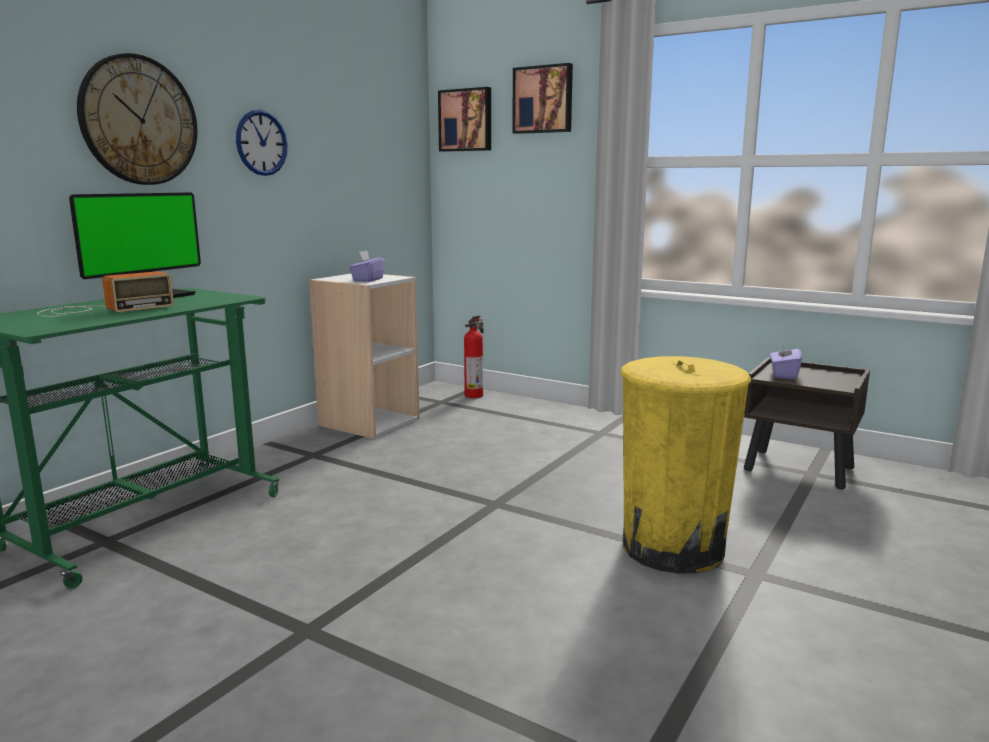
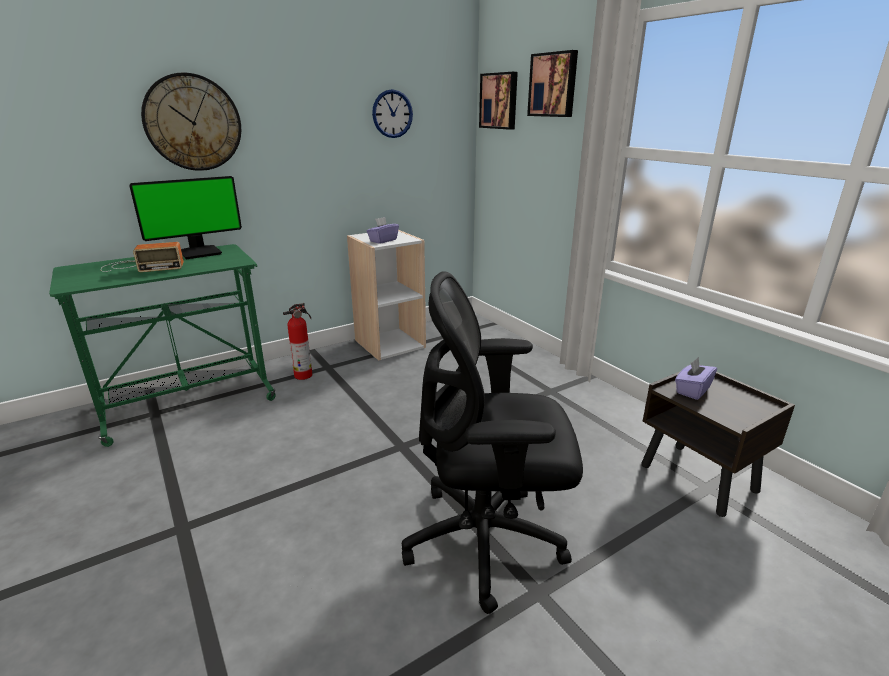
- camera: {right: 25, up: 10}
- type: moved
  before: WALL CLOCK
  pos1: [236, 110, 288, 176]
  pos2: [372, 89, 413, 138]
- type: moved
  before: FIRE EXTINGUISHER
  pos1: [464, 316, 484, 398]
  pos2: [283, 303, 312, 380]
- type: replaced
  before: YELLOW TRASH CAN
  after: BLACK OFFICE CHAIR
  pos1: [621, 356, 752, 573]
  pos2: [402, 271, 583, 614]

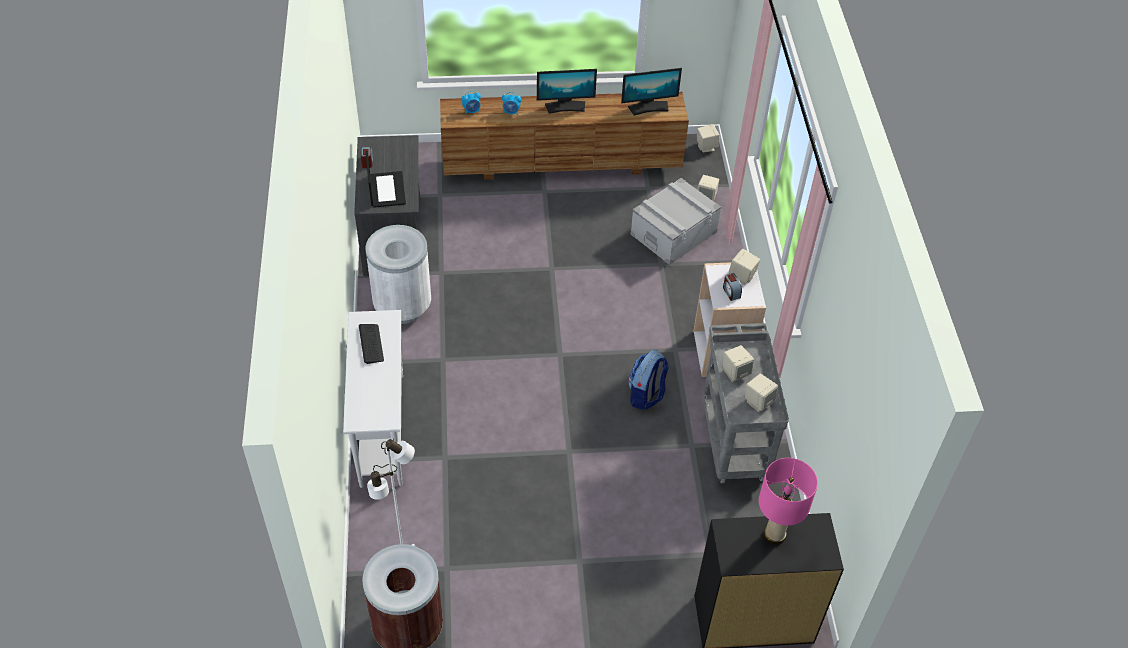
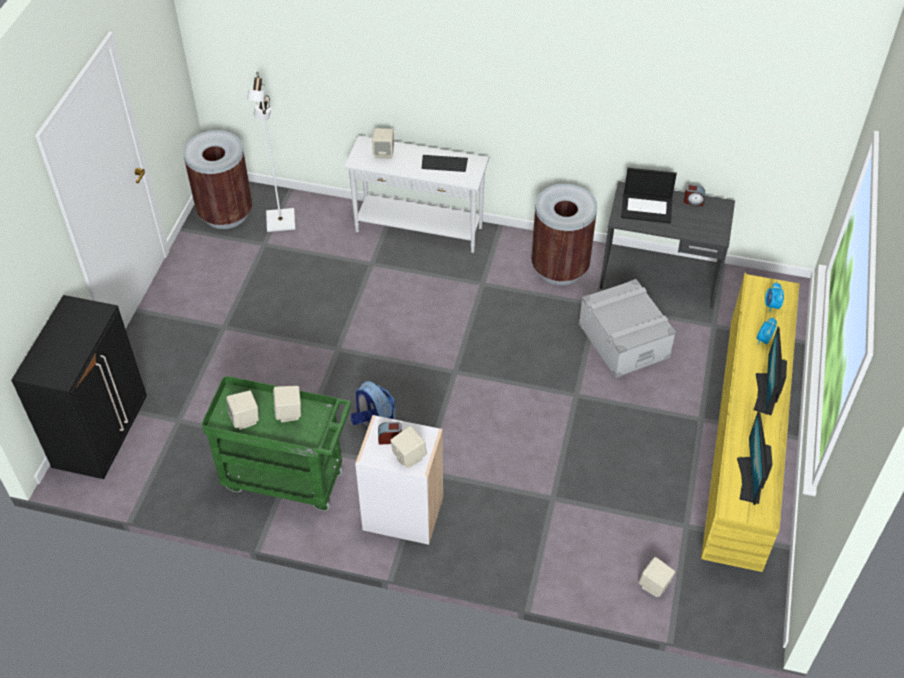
- camera: {right: 110, up: 0}
- type: recoloured
  before: BROWN CABINET
  after: YELLOW CABINET
  pos1: [440, 92, 689, 180]
  pos2: [701, 273, 799, 572]
- type: moved
  before: BEIGE SPEAKER
  pos1: [697, 124, 719, 152]
  pos2: [372, 128, 394, 159]
- type: moved
  before: GREY STORAGE BOX
  pos1: [630, 178, 721, 265]
  pos2: [579, 279, 676, 378]
- type: recoloured
  before: WHITE TRASH CAN
  after: BROWN TRASH CAN
  pos1: [365, 225, 431, 324]
  pos2: [531, 184, 598, 285]
- type: recoloured
  before: GREY CART
  after: GREEN CART
  pos1: [703, 323, 789, 483]
  pos2: [202, 376, 351, 511]
- type: removed
  before: PINK TABLE LAMP
  pos1: [759, 458, 818, 544]

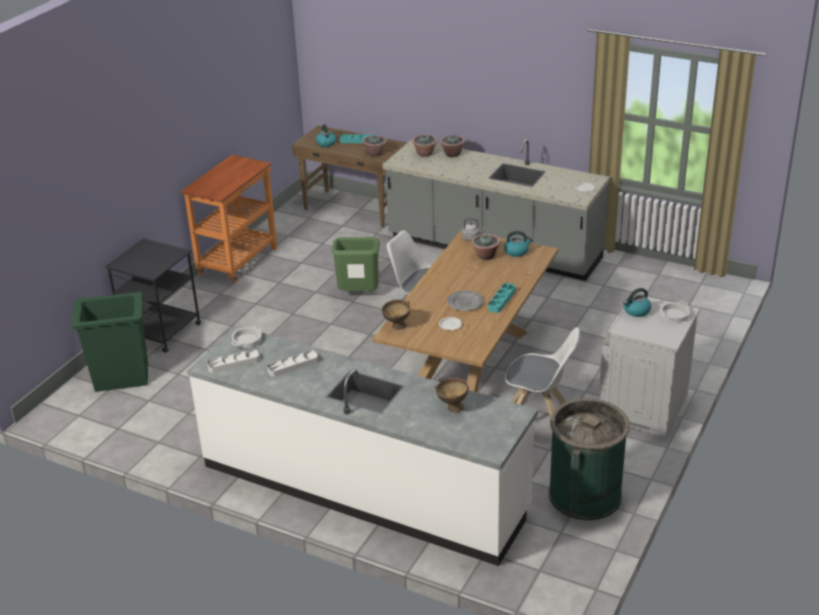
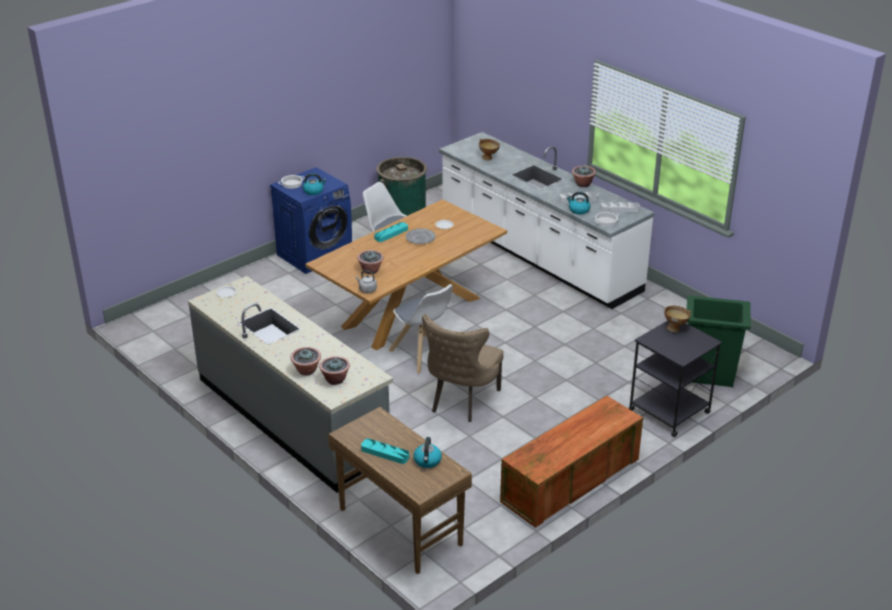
- camera: {right: -160, up: 0}
- type: moved
  before: POTTED PLANT
  pos1: [362, 135, 387, 157]
  pos2: [572, 166, 596, 187]
- type: replaced
  before: ORANGE CART
  after: BROWN BENCH
  pos1: [181, 155, 277, 283]
  pos2: [500, 396, 644, 528]
- type: moved
  before: KETTLE
  pos1: [504, 231, 533, 257]
  pos2: [567, 192, 591, 214]
- type: replaced
  before: GREEN TRASH CAN
  after: BEIGE CHAIR
  pos1: [332, 237, 380, 291]
  pos2: [422, 314, 503, 422]
- type: recoloured
  before: WHITE WASHING MACHINE
  after: BLUE WASHING MACHINE
  pos1: [600, 294, 700, 437]
  pos2: [270, 167, 352, 274]
- type: moved
  before: BROWN BOWL
  pos1: [382, 299, 410, 330]
  pos2: [664, 306, 691, 332]

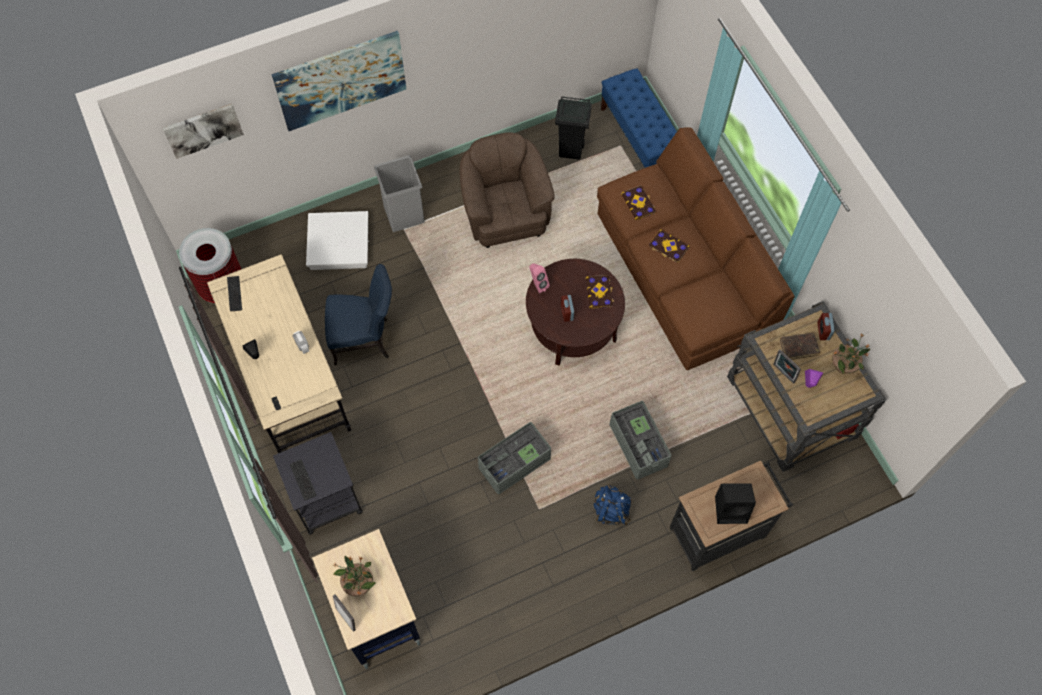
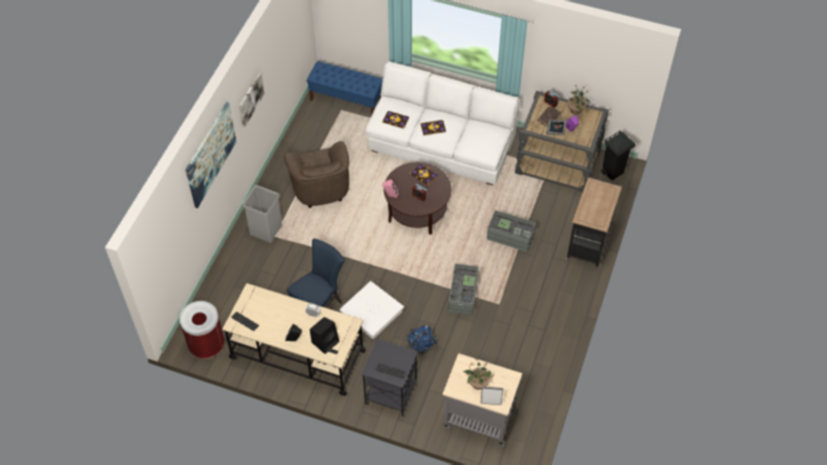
- camera: {right: -45, up: -10}
- type: moved
  before: BLACK TRASH CAN
  pos1: [555, 96, 592, 160]
  pos2: [601, 131, 636, 180]
- type: moved
  before: PICTURE
  pos1: [163, 104, 244, 159]
  pos2: [239, 72, 264, 127]
- type: recoloured
  before: BROWN SOFA
  after: WHITE SOFA
  pos1: [597, 127, 795, 370]
  pos2: [365, 61, 519, 185]
- type: turned
  before: BROWN ARMCHAIR
  pos1: [460, 132, 555, 248]
  pos2: [284, 141, 349, 208]
  turn: -135
- type: moved
  before: WHITE STORAGE BOX
  pos1: [306, 211, 369, 270]
  pos2: [339, 281, 404, 339]
- type: moved
  before: BLUE BACKPACK
  pos1: [594, 483, 632, 525]
  pos2: [407, 325, 437, 355]
- type: moved
  before: BLACK SPEAKER
  pos1: [715, 483, 756, 524]
  pos2: [310, 317, 339, 354]
- type: recoloured
  before: BLUE CART
  after: GREY CART
  pos1: [312, 529, 421, 669]
  pos2: [443, 353, 522, 446]

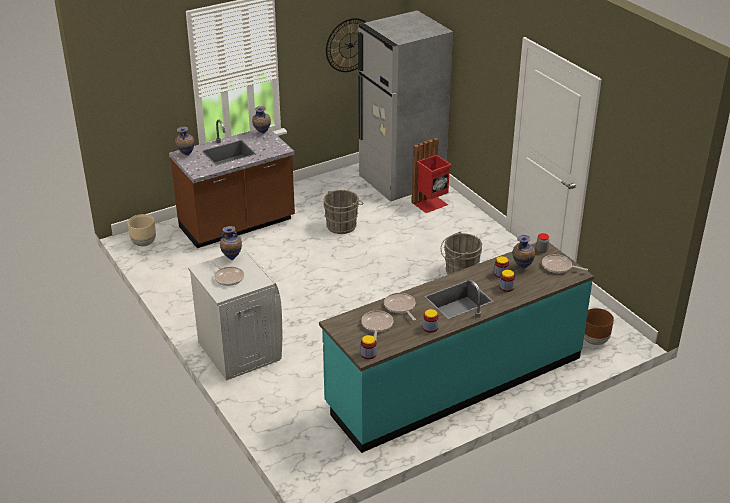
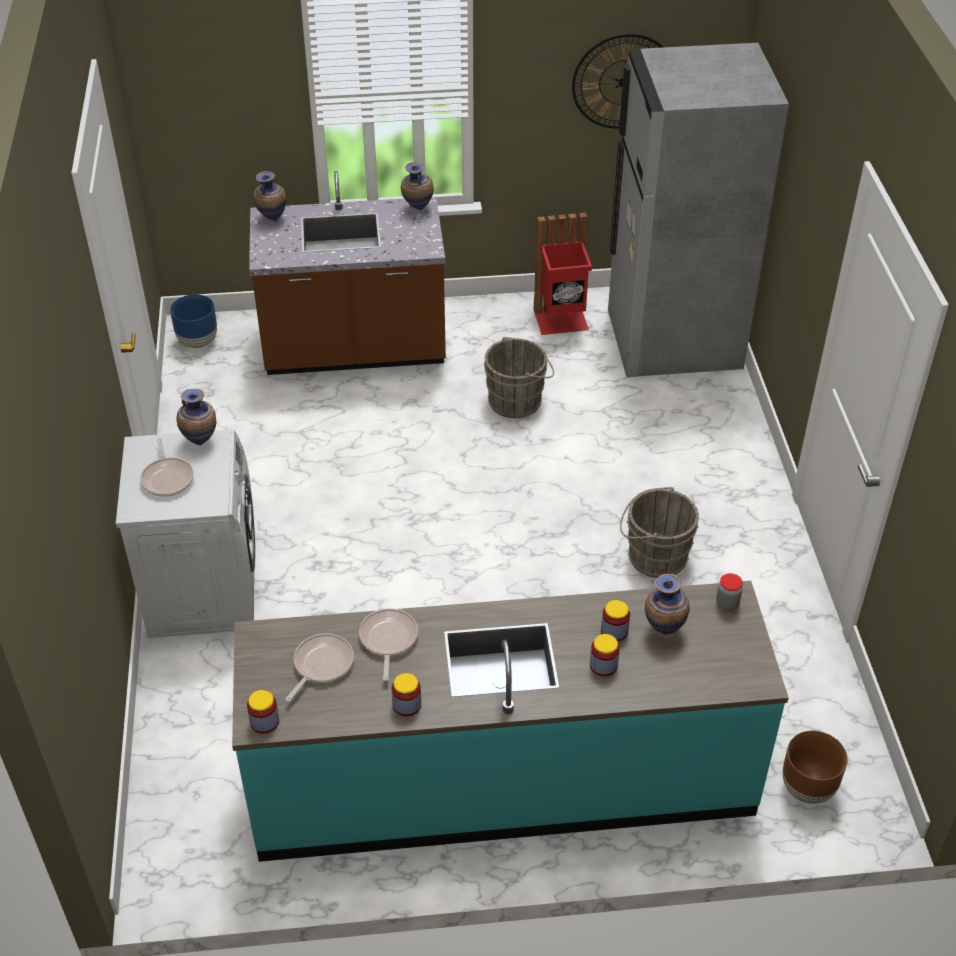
- camera: {right: 25, up: 10}
- type: moved
  before: RED TRASH CAN
  pos1: [411, 138, 452, 213]
  pos2: [534, 213, 592, 335]
- type: recoloured
  before: BEIGE PLANTER
  after: BLUE PLANTER
  pos1: [128, 214, 156, 246]
  pos2: [170, 294, 217, 348]
- type: removed
  before: FRYING PAN
  pos1: [542, 254, 588, 273]

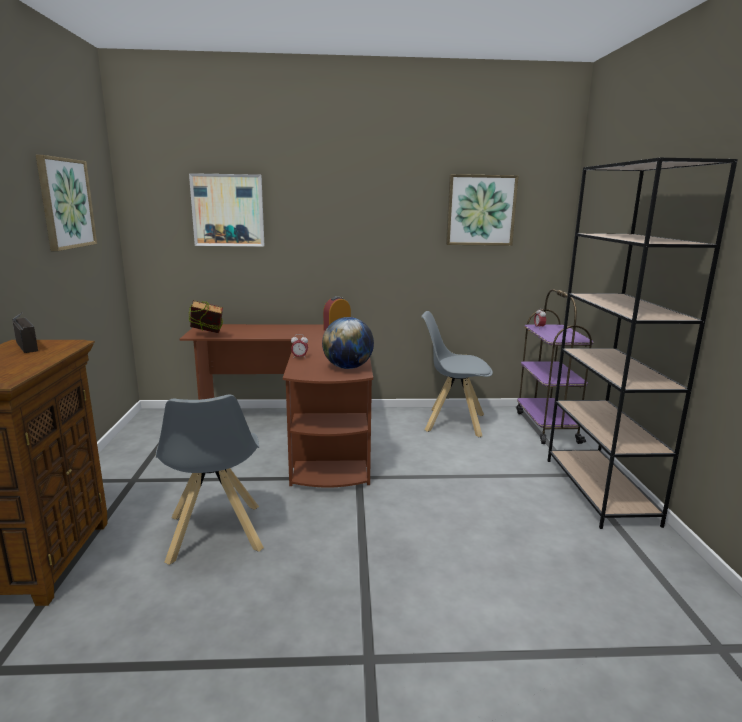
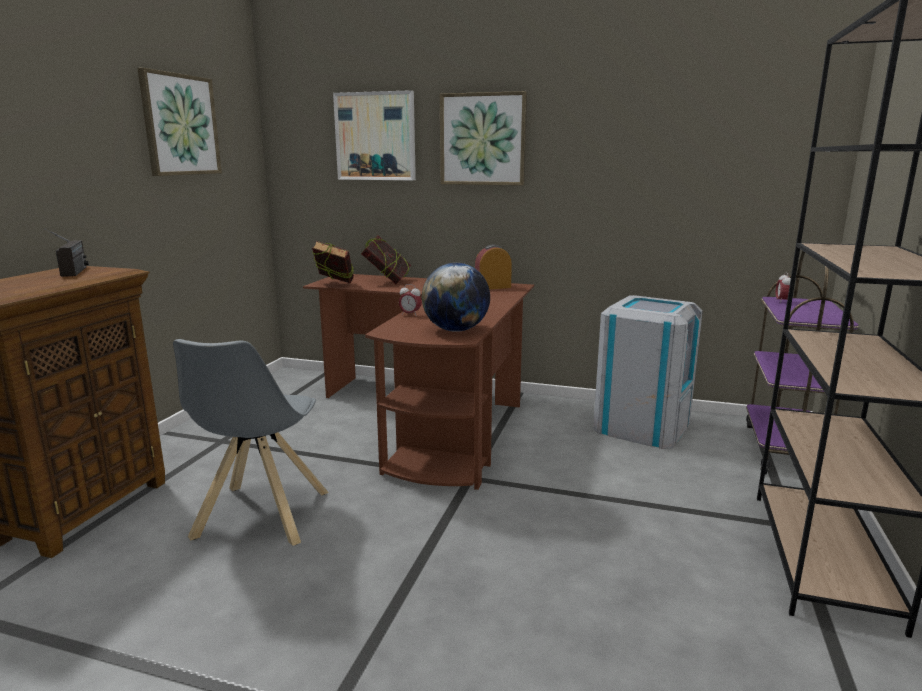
- camera: {right: 20, up: 0}
- type: moved
  before: PICTURE
  pos1: [446, 174, 519, 246]
  pos2: [440, 91, 527, 186]
- type: replaced
  before: GREY CHAIR
  after: GREY TRASH CAN
  pos1: [421, 311, 493, 437]
  pos2: [593, 295, 703, 449]
- type: added
  after: BOOK
  pos2: [361, 235, 411, 284]

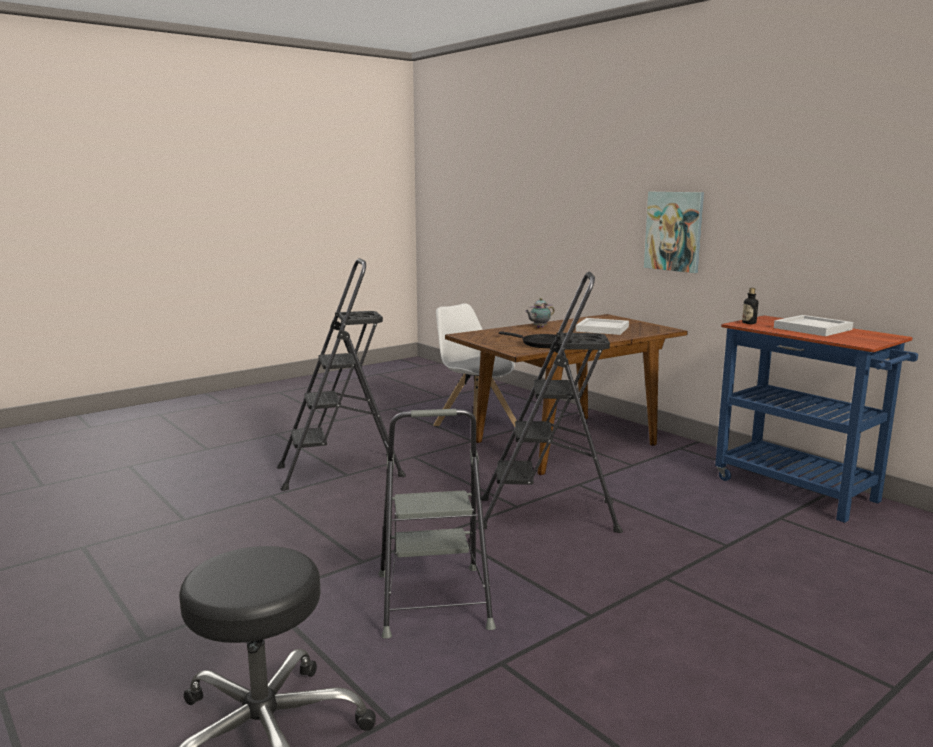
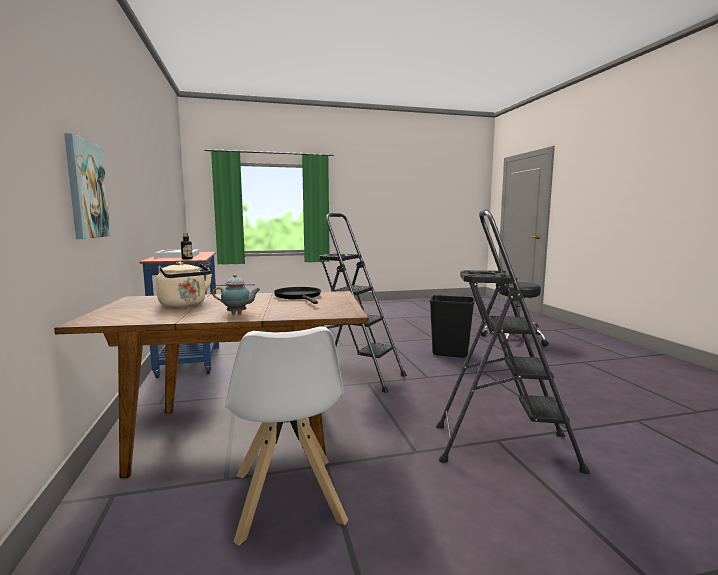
- camera: {right: -155, up: -5}
- type: replaced
  before: WHITE TRAY
  after: BEIGE KETTLE
  pos1: [576, 318, 629, 335]
  pos2: [156, 262, 212, 307]
- type: replaced
  before: GREY STEP LADDER
  after: BLACK TRASH CAN
  pos1: [378, 409, 496, 639]
  pos2: [429, 295, 475, 358]

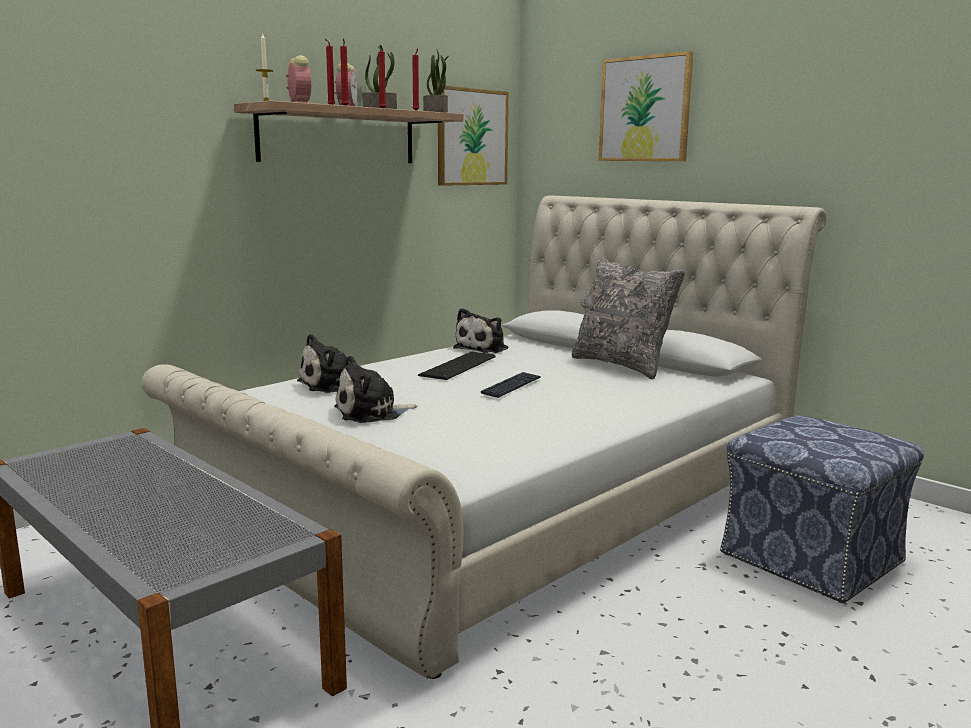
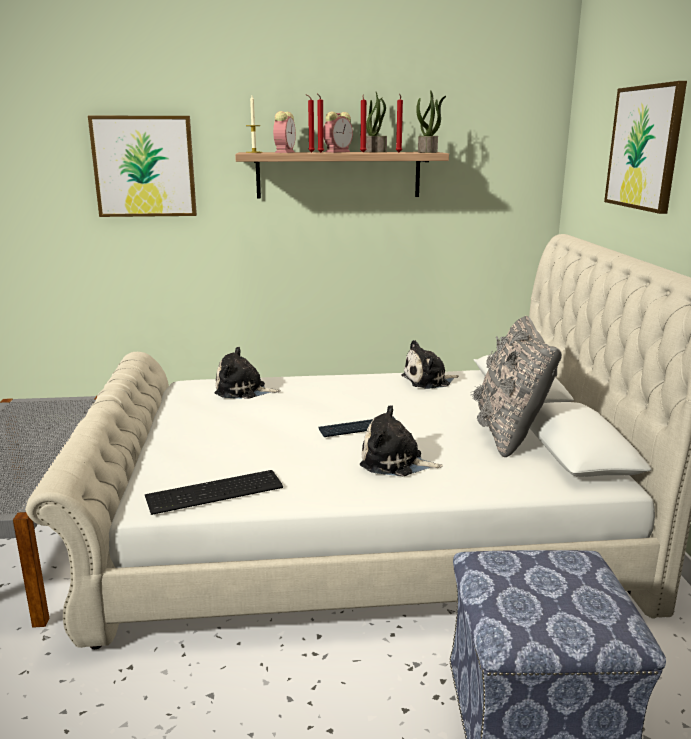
- camera: {right: 40, up: 5}
- type: moved
  before: PICTURE
  pos1: [438, 86, 509, 186]
  pos2: [88, 116, 197, 217]
- type: moved
  before: KEYBOARD
  pos1: [418, 352, 496, 380]
  pos2: [145, 470, 283, 515]
- type: moved
  before: PLUSH TOY
  pos1: [334, 355, 418, 423]
  pos2: [360, 405, 443, 476]

